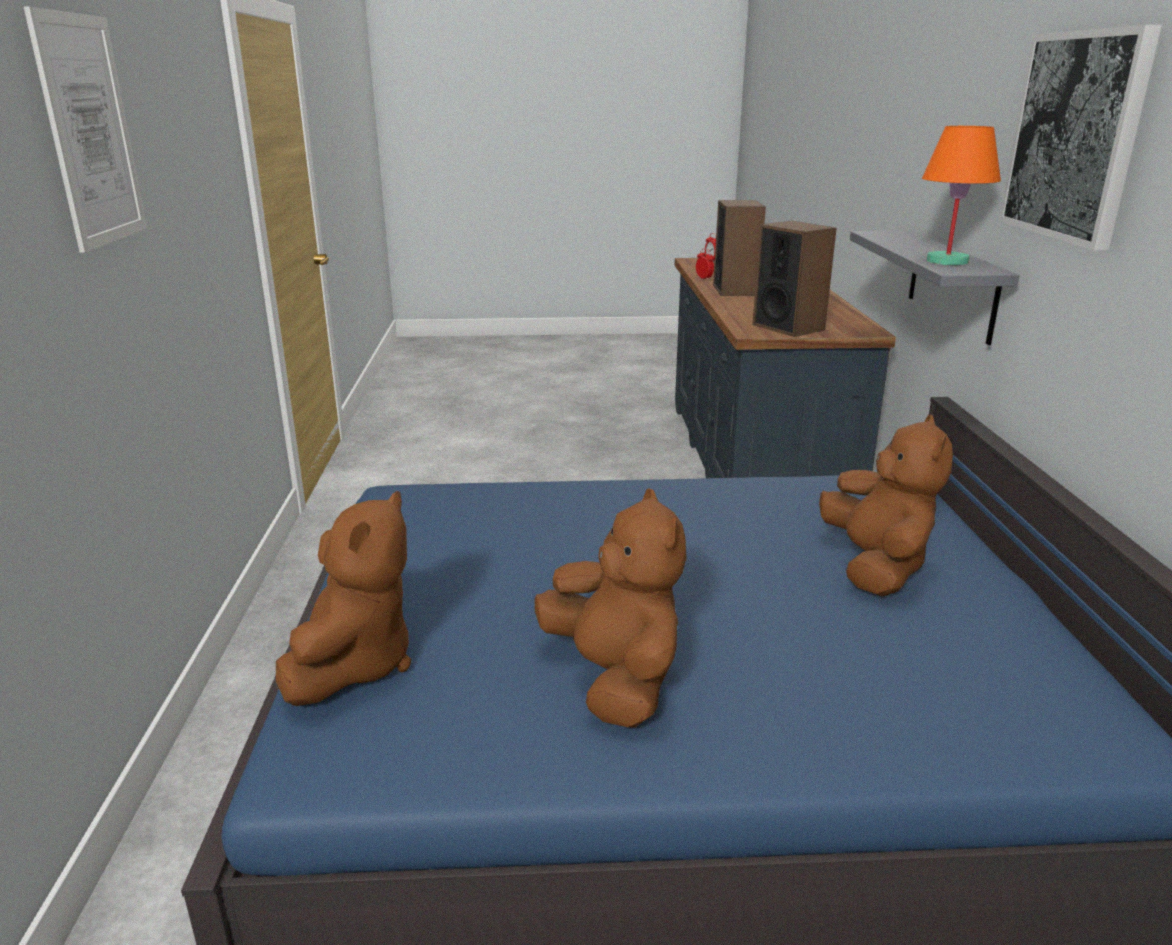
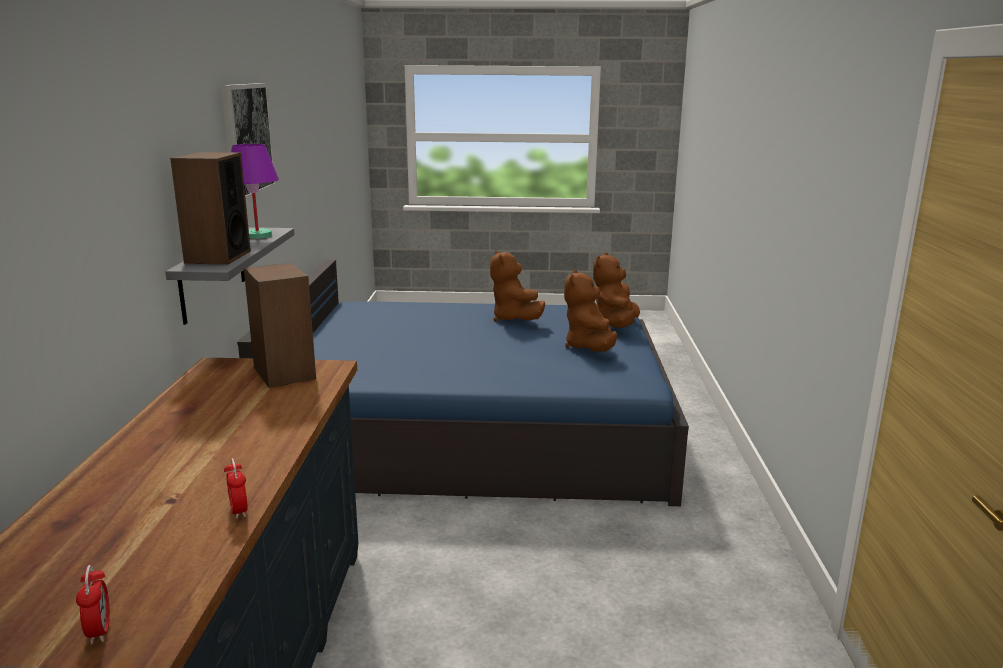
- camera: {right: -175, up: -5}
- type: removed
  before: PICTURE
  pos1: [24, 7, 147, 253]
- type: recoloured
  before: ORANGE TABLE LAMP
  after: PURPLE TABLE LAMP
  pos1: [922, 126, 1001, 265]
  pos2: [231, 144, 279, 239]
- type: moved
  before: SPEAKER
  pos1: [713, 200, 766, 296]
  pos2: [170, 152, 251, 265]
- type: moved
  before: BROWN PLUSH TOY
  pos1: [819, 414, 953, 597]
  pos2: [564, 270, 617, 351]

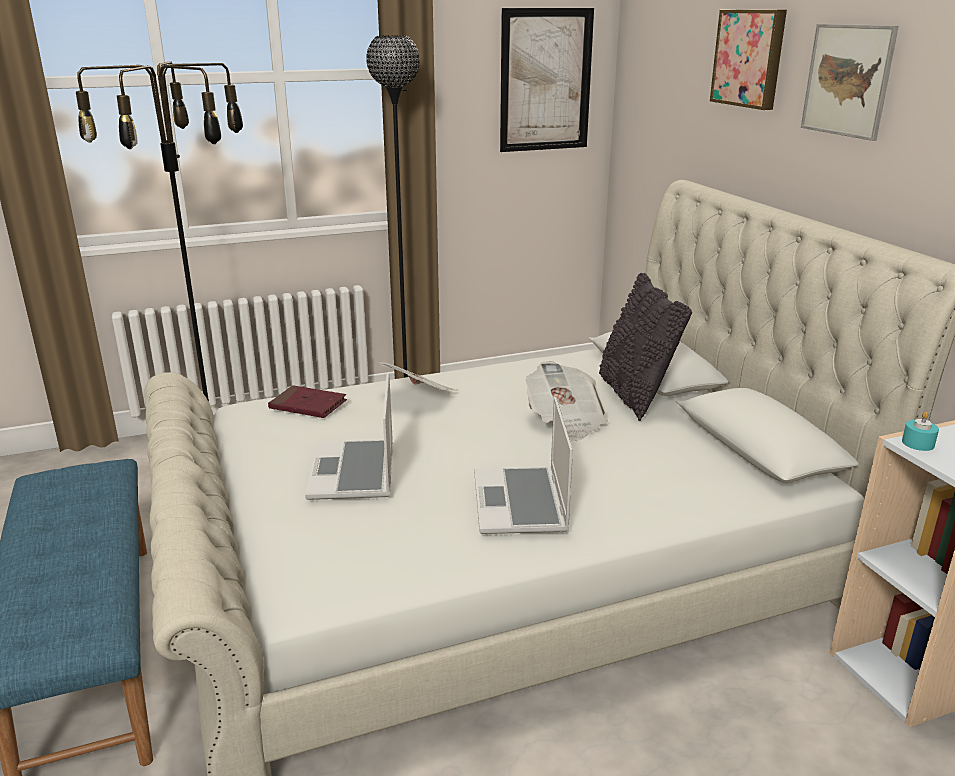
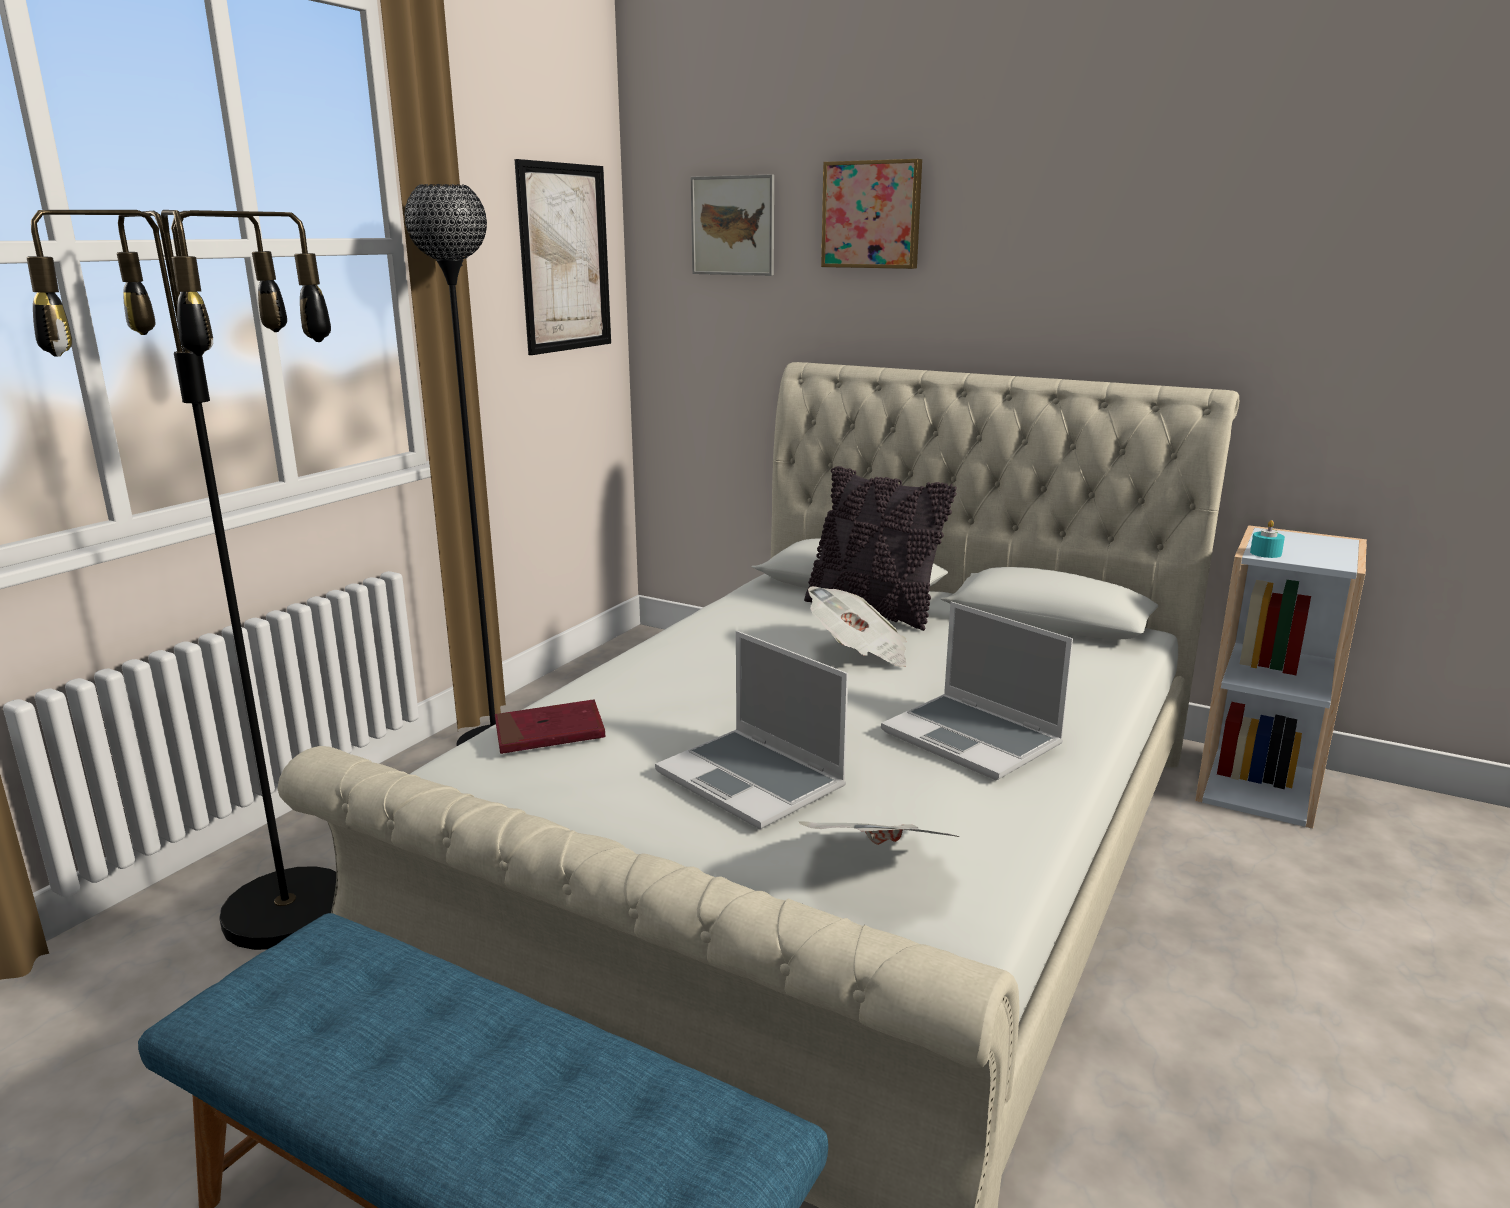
- camera: {right: -40, up: -5}
- type: moved
  before: PICTURE
  pos1: [801, 24, 899, 141]
  pos2: [691, 174, 774, 276]
- type: moved
  before: NEWSPAPER
  pos1: [377, 362, 458, 392]
  pos2: [799, 821, 959, 845]

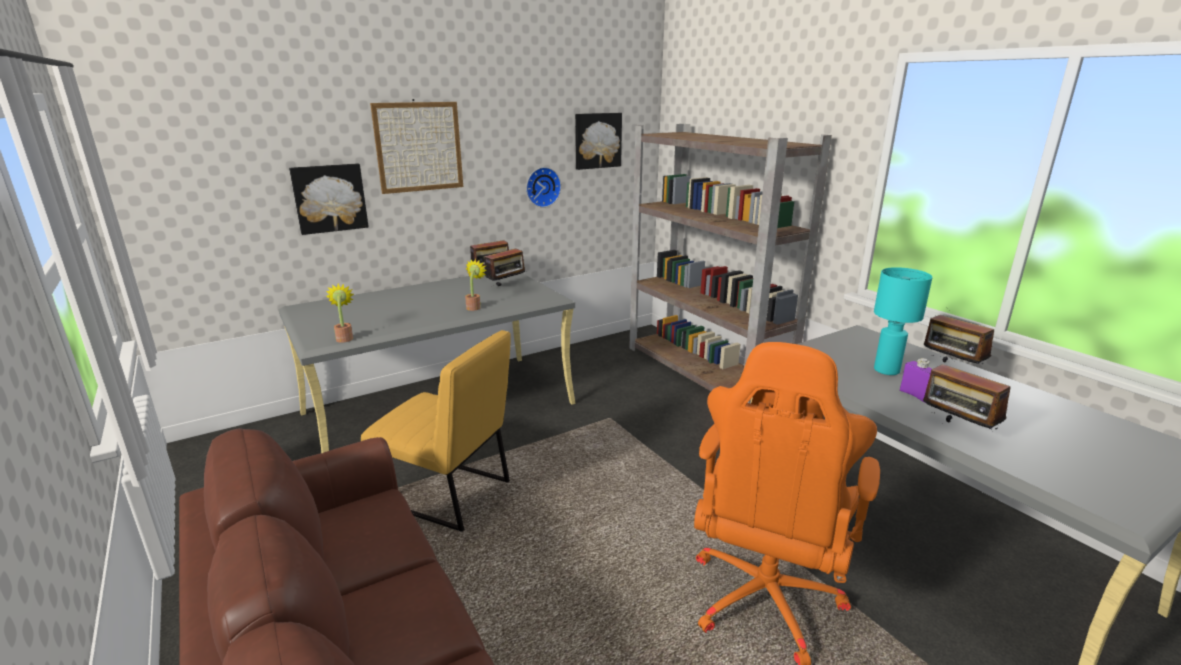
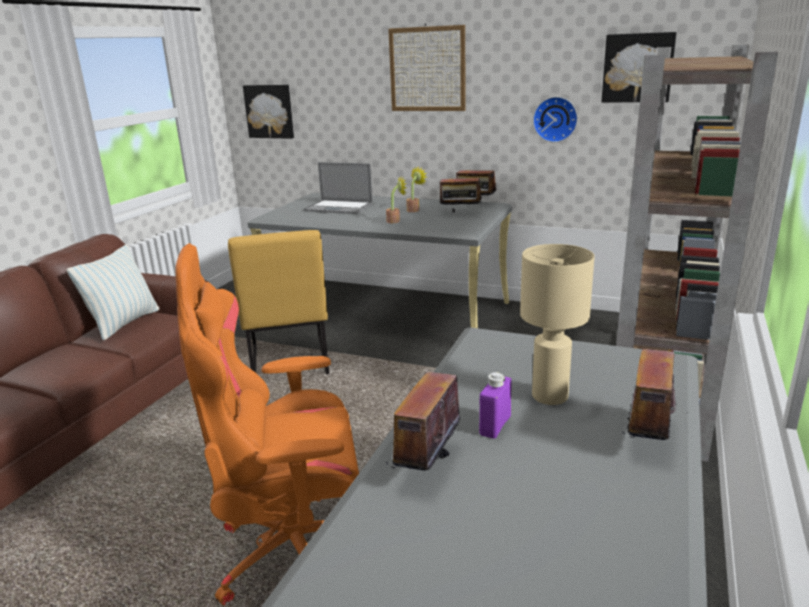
- camera: {right: 55, up: 0}
- type: moved
  before: PICTURE
  pos1: [289, 163, 369, 235]
  pos2: [243, 85, 294, 139]
- type: recoloured
  before: TURQUOISE TABLE LAMP
  after: BEIGE TABLE LAMP
  pos1: [874, 267, 933, 375]
  pos2: [520, 244, 595, 405]
- type: moved
  before: POTTED PLANT
  pos1: [326, 283, 354, 343]
  pos2: [406, 167, 427, 212]
- type: added
  after: LAPTOP
  pos2: [303, 162, 373, 214]
- type: added
  after: PILLOW
  pos2: [67, 245, 159, 341]

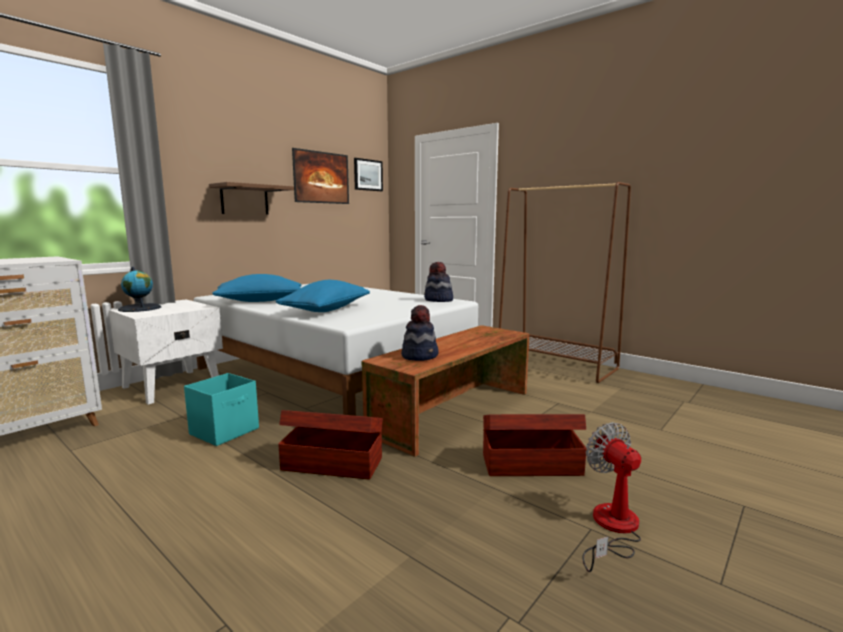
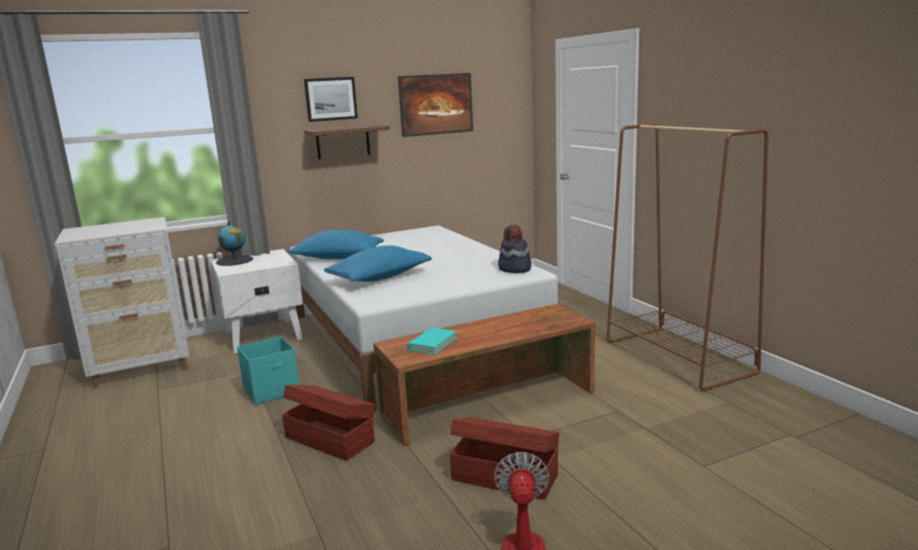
- camera: {right: 25, up: 5}
- type: moved
  before: PICTURE
  pos1: [354, 158, 383, 191]
  pos2: [304, 77, 358, 122]
- type: replaced
  before: HAT
  after: TURQUOISE BOOK
  pos1: [401, 305, 439, 361]
  pos2: [407, 328, 457, 354]

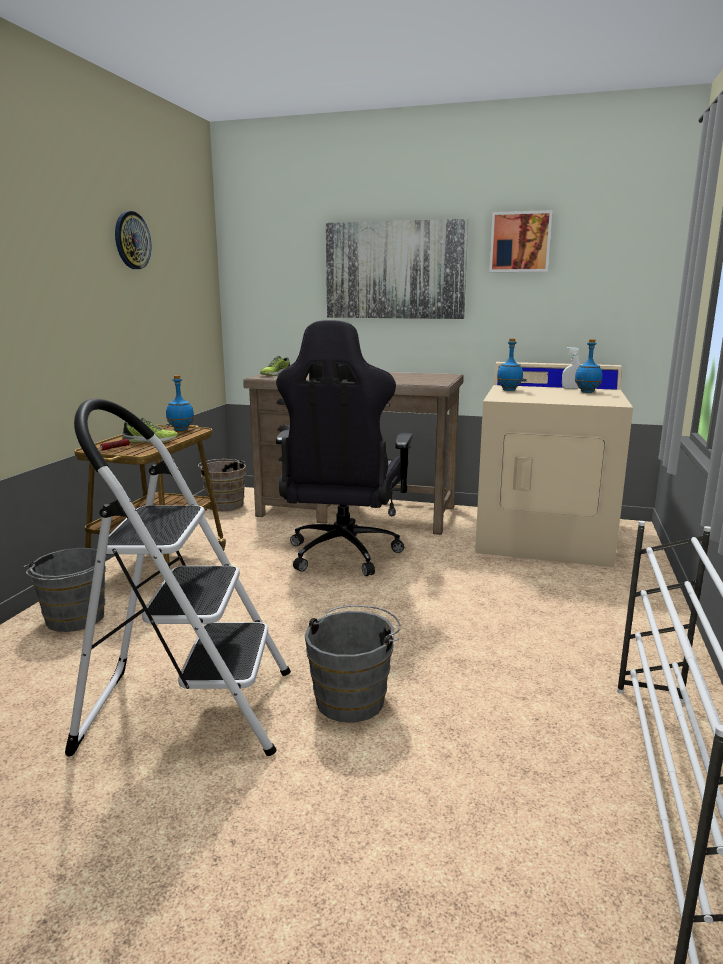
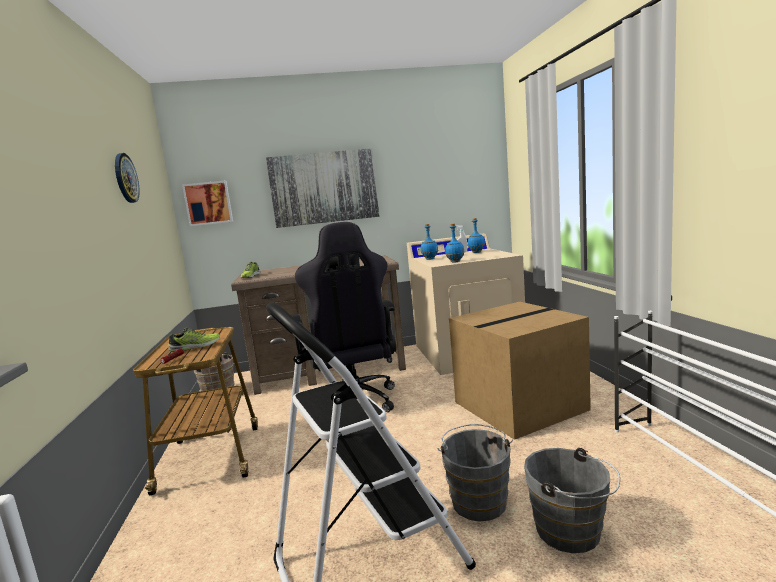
- camera: {right: -25, up: -5}
- type: moved
  before: PICTURE
  pos1: [489, 210, 552, 272]
  pos2: [182, 180, 233, 226]
- type: moved
  before: BLUE BOTTLE
  pos1: [166, 375, 194, 431]
  pos2: [445, 224, 464, 262]
- type: moved
  before: GREY BUCKET
  pos1: [23, 548, 108, 632]
  pos2: [524, 448, 620, 553]
- type: added
  after: CARDBOARD BOX
  pos2: [449, 302, 591, 440]

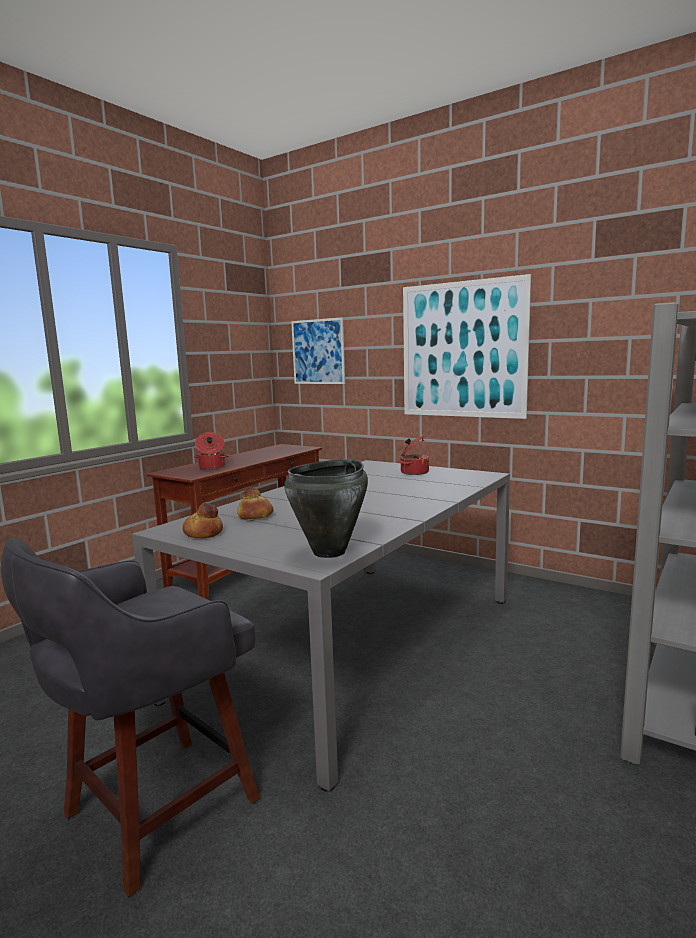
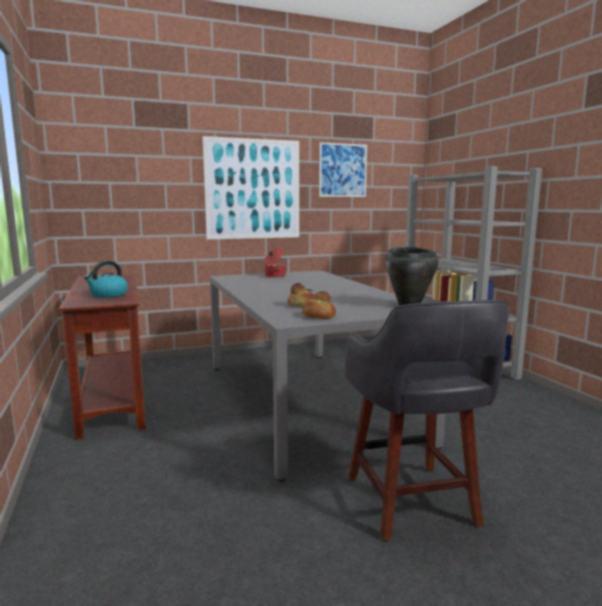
- camera: {right: -55, up: 0}
- type: moved
  before: PICTURE
  pos1: [291, 317, 345, 384]
  pos2: [319, 142, 367, 197]
- type: replaced
  before: COOKING POT
  after: KETTLE
  pos1: [193, 432, 229, 470]
  pos2: [84, 261, 128, 298]

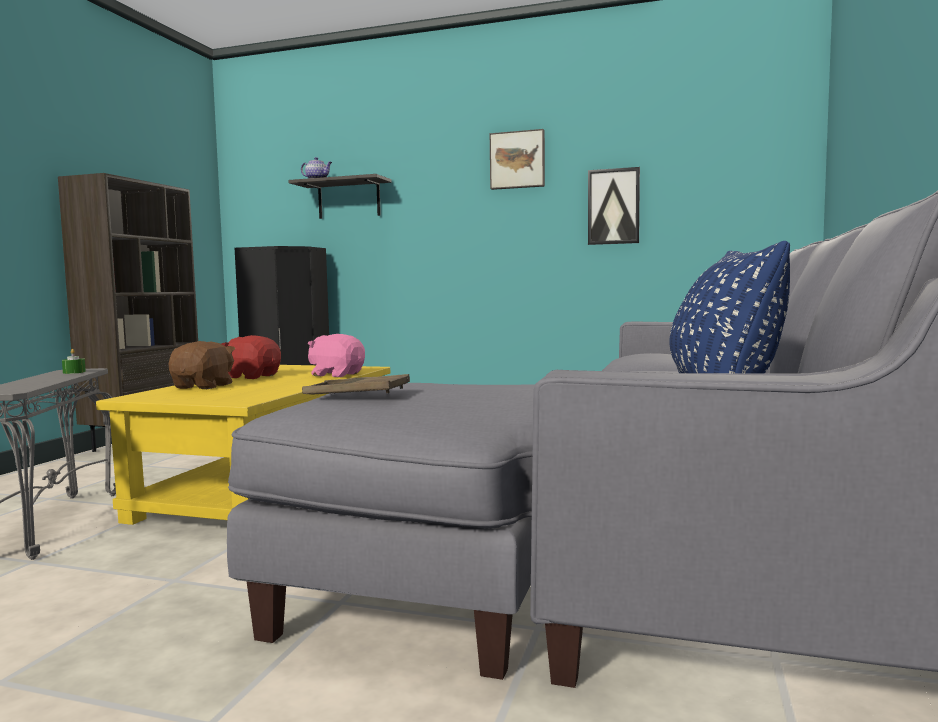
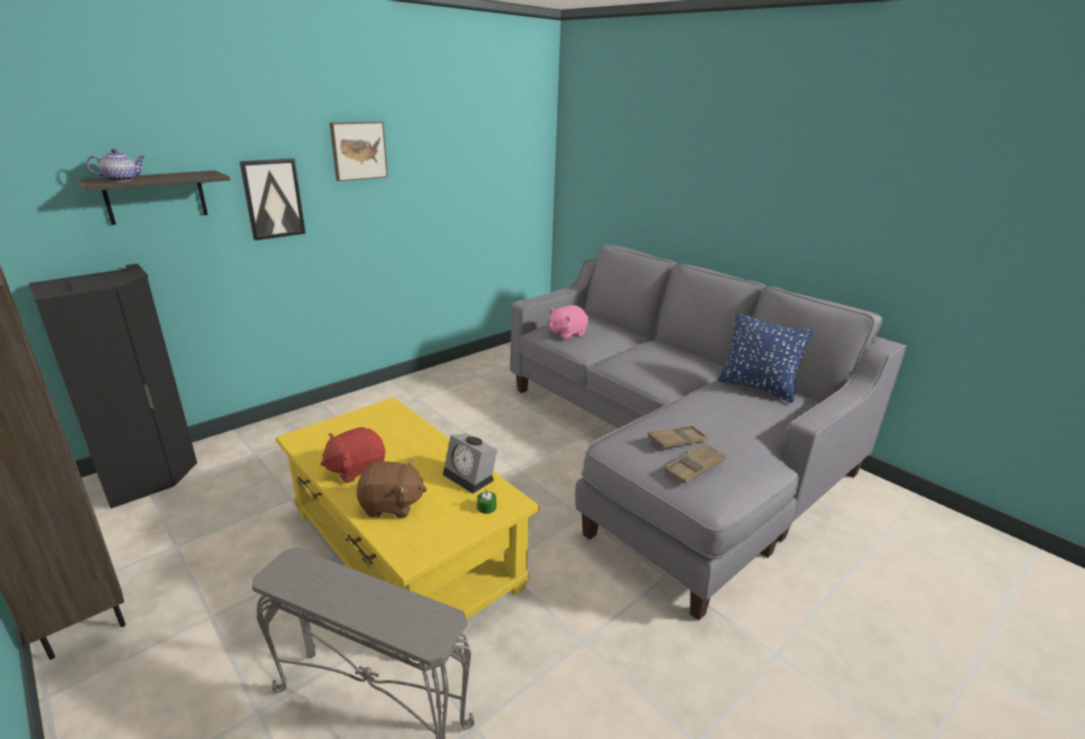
- camera: {right: -60, up: 20}
- type: moved
  before: PICTURE
  pos1: [588, 167, 640, 245]
  pos2: [239, 158, 305, 240]
- type: moved
  before: PINK PLUSH TOY
  pos1: [308, 334, 365, 377]
  pos2: [549, 305, 588, 339]
- type: turned
  before: BROWN PLUSH TOY
  pos1: [168, 341, 235, 389]
  pos2: [356, 459, 427, 518]
  turn: 135
- type: moved
  before: GREEN CANDLE
  pos1: [62, 349, 86, 374]
  pos2: [477, 489, 496, 514]
- type: added
  after: BROWN TRAY
  pos2: [648, 425, 708, 449]
- type: added
  after: ALARM CLOCK
  pos2: [443, 433, 497, 494]

